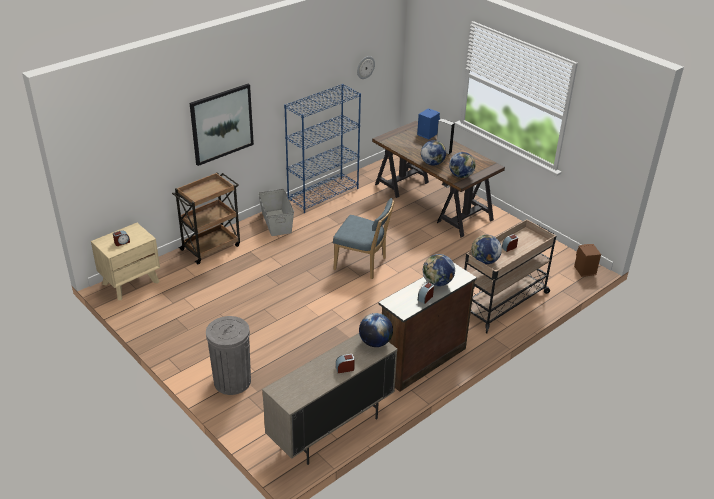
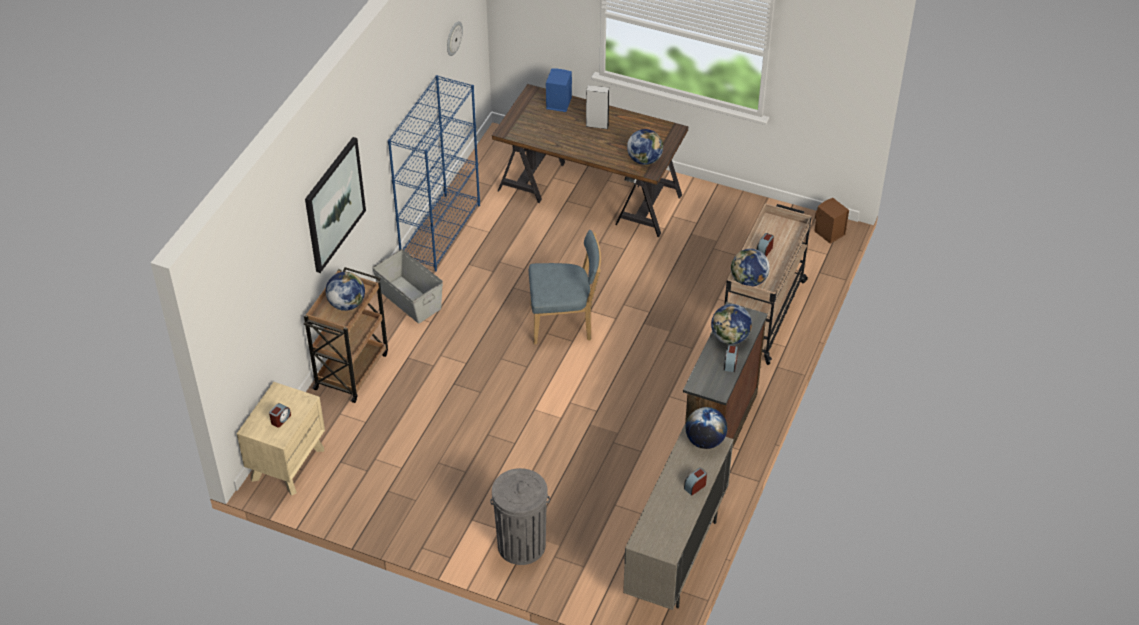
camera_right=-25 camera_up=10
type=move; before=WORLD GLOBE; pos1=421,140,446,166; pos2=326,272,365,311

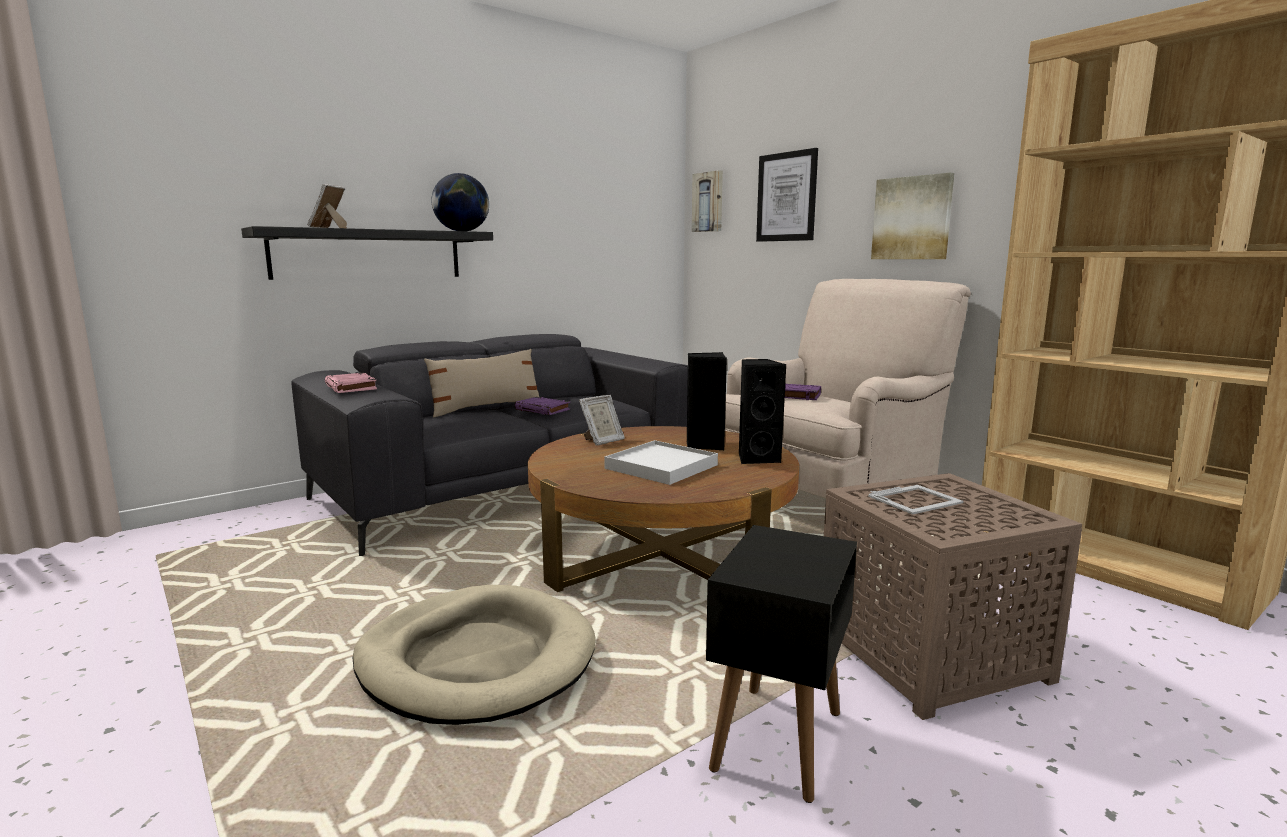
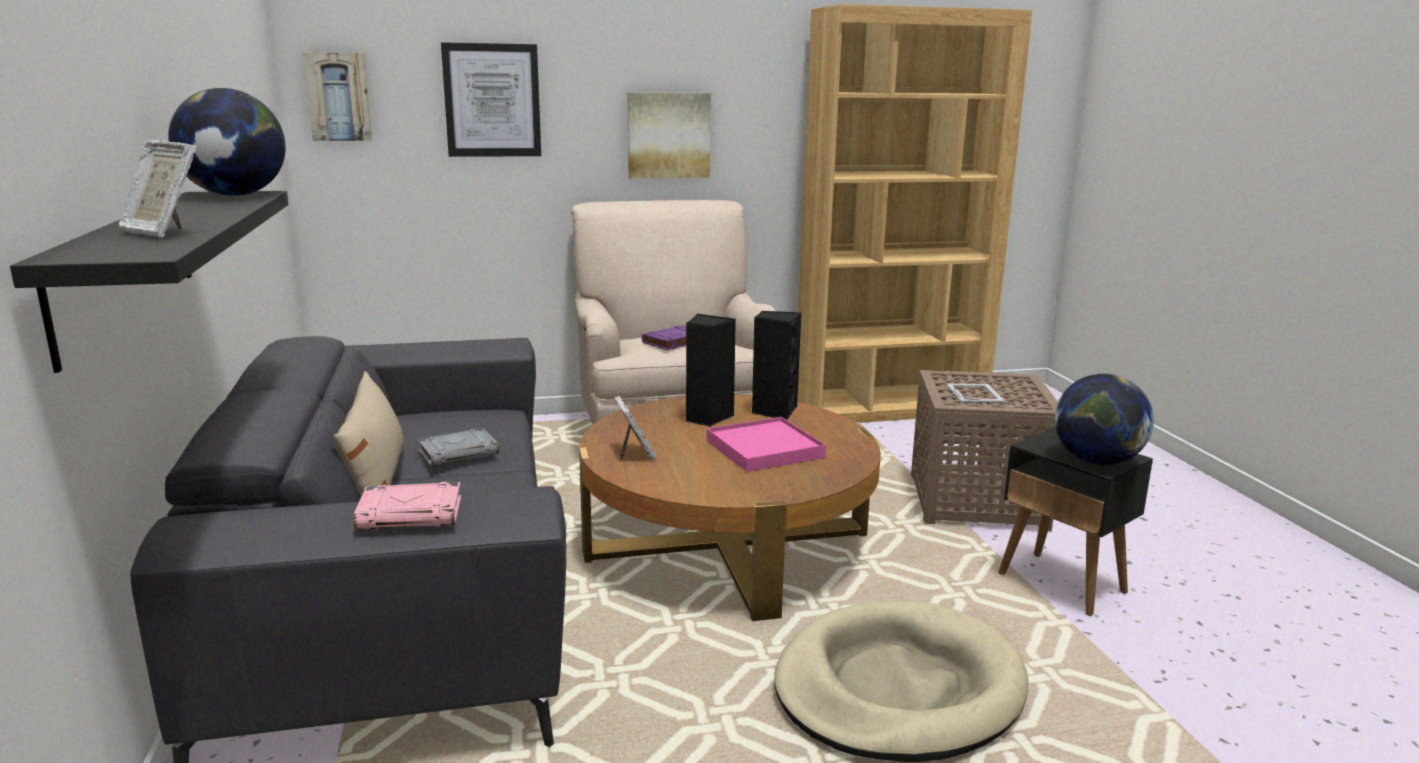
camera_right=-65 camera_up=5
type=recolor; before=PURPLE-COLOURED BOUND BOOK; after=GREYISH BOUND BOOK; pos1=514,397,570,415; pos2=417,428,499,466
type=recolor; before=WHITISH TRAY; after=PINK TRAY; pos1=604,440,718,485; pos2=707,417,826,472
type=insert; after=WORLD GLOBE; pos2=1055,374,1154,465

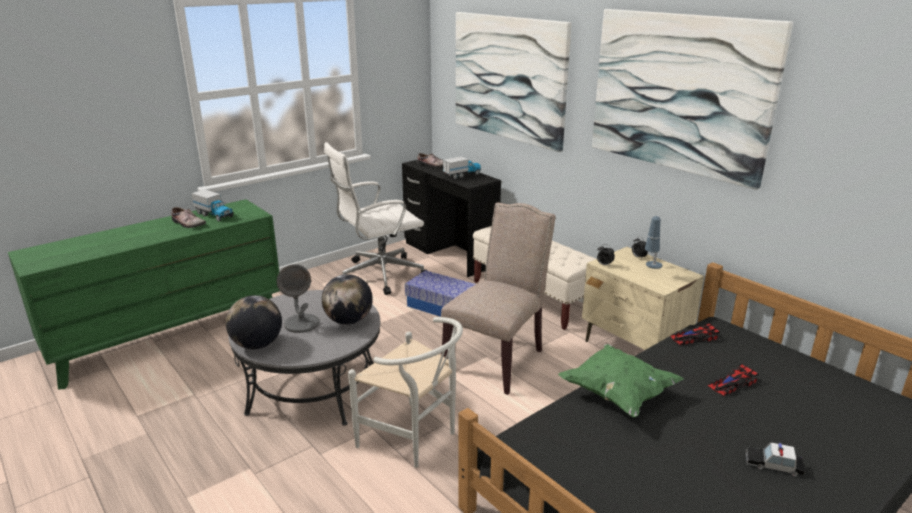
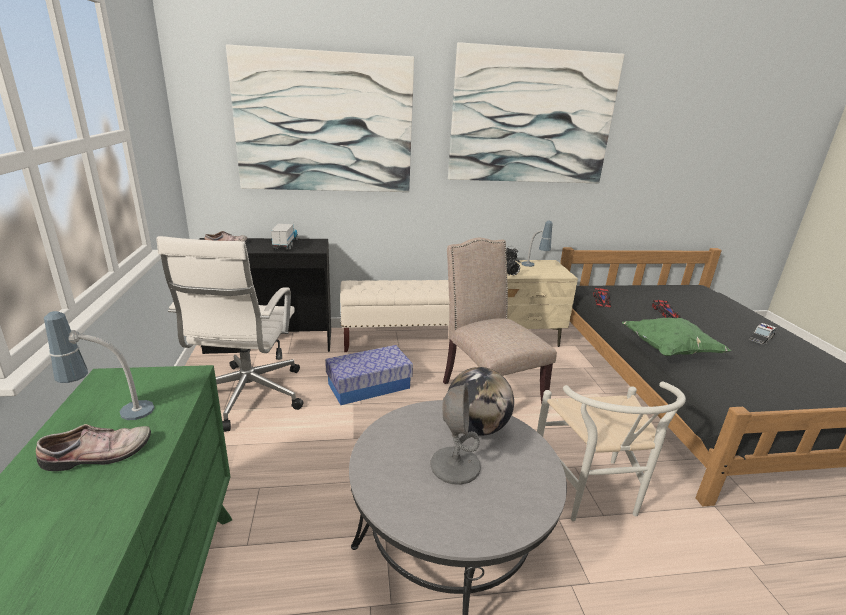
camera_right=-60 camera_up=0
type=replace; before=TOY LORRY; after=TABLE LAMP; pos1=191,189,234,221; pos2=44,311,154,420
type=delete; before=WORLD GLOBE; pos1=226,295,282,349
type=rotate; before=WHITISH CHAIR; pos1=348,317,463,468; pos2=537,381,686,522; turn=105

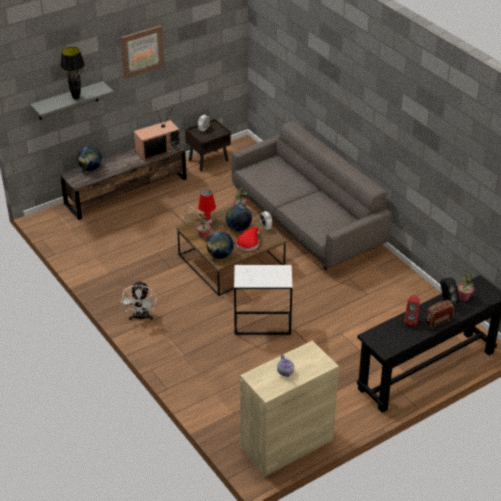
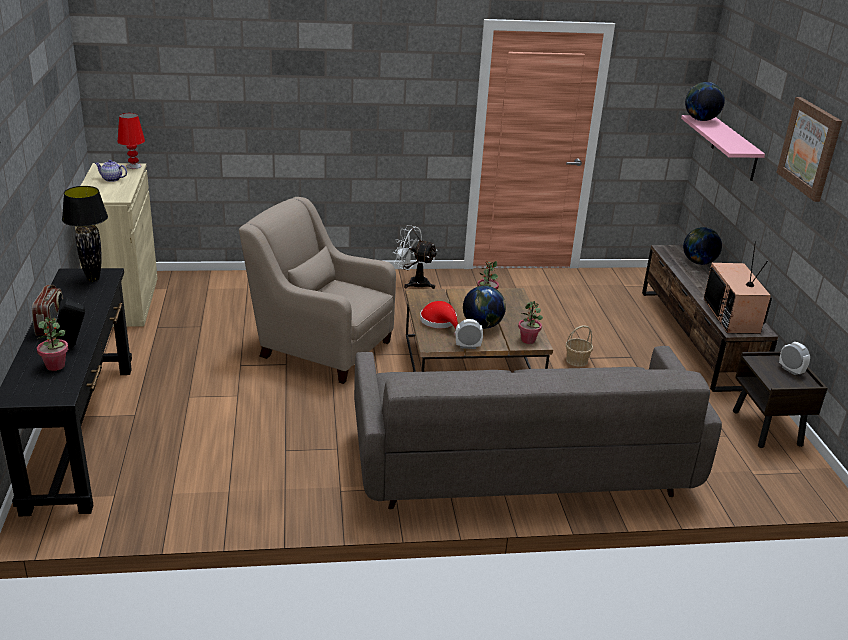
camera_right=115 camera_up=-10
type=recolor; before=GREYISH BRACKET SHELF; after=PINK BRACKET SHELF; pos1=30,81,114,120; pos2=681,115,765,181
type=move; before=BLACKISH TABLE LAMP; pos1=60,47,85,100; pos2=62,186,108,282
type=move; before=RED TABLE LAMP; pos1=198,189,216,224; pos2=118,113,145,169
type=move; before=WORLD GLOBE; pos1=207,232,234,259; pos2=685,82,725,121
type=replace; before=WHITISH SIDE TABLE; after=SAND-COLOURED ARMCHAIR; pos1=234,265,293,335; pos2=239,197,396,384
type=delete; before=RED AUDIO SPEAKER; pos1=404,295,420,326

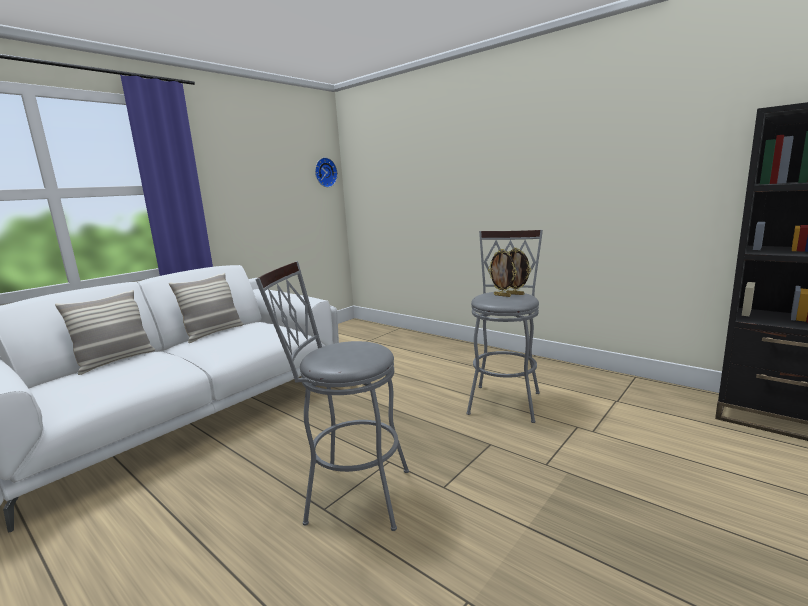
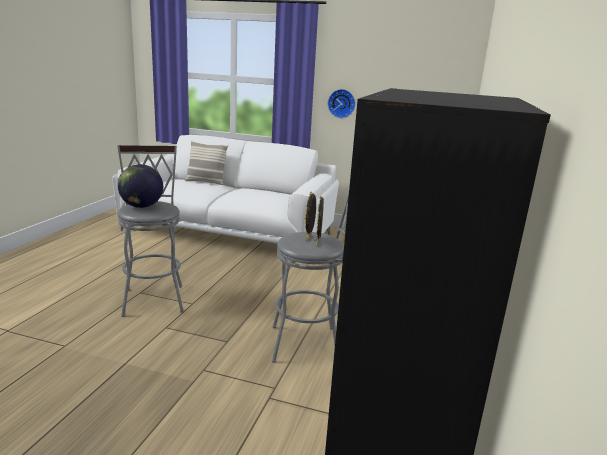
camera_right=65 camera_up=5
type=delete; before=PILLOW; pos1=169,273,244,343
type=move; before=WALL CLOCK; pos1=315,157,338,187; pos2=328,89,356,118
type=insert; after=WORLD GLOBE; pos2=118,164,163,208

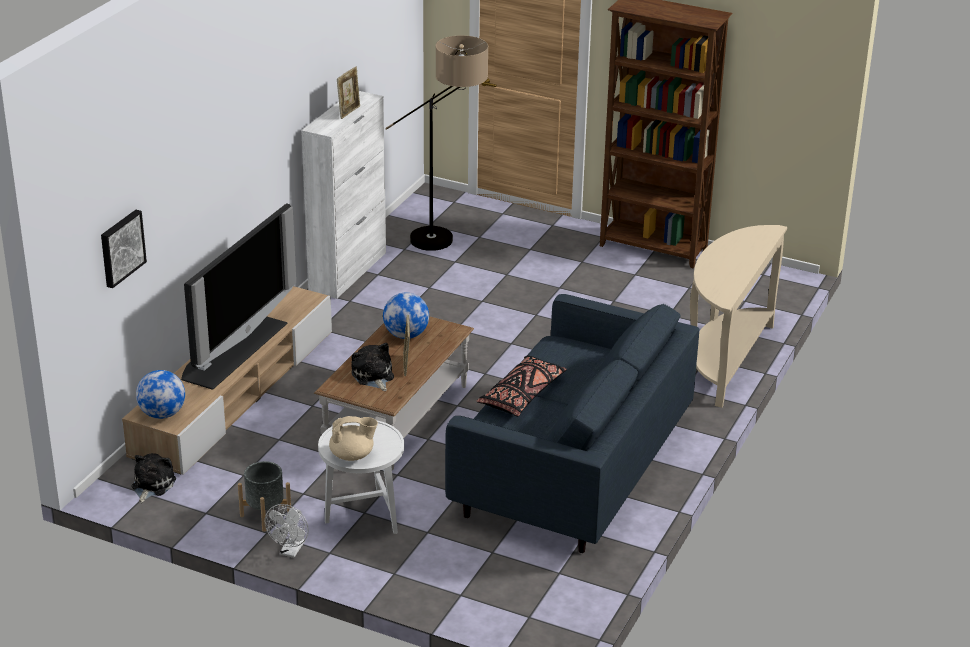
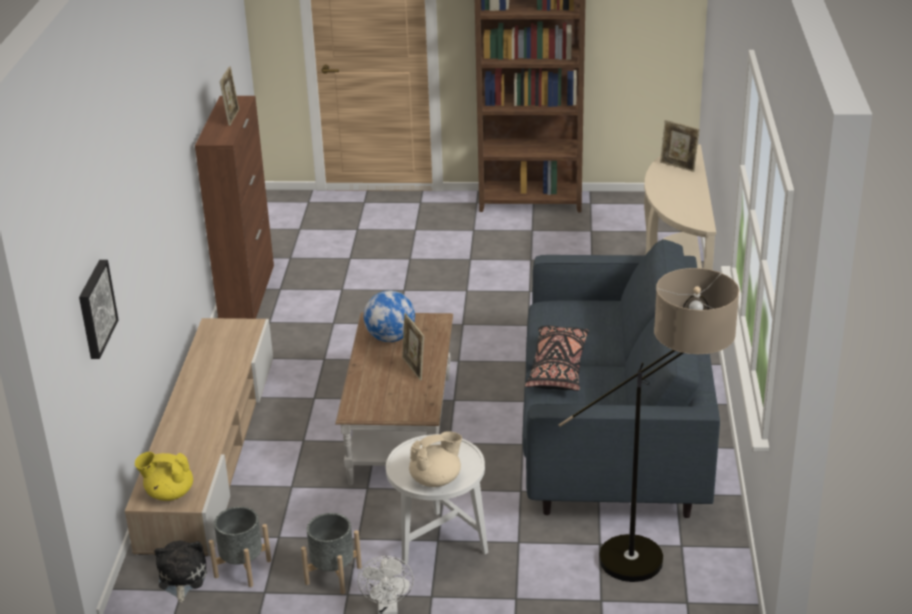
camera_right=-20 camera_up=0
type=replace; before=WORLD GLOBE; after=YELLOW POT FOR TEA; pos1=136,370,185,419; pos2=135,452,193,501
type=delete; before=TELEVISION; pos1=181,203,296,390
type=recolor; before=WHITISH CUPBOARD; after=BROWN-COLOURED CUPBOARD; pos1=301,91,386,299; pos2=195,96,274,319
type=delete; before=PLUSH TOY; pos1=351,343,394,391
type=move; before=STANDARD LAMP; pos1=385,35,488,251; pos2=559,268,740,582
type=insert; after=GREYISH FLOWER POT; pos2=209,507,271,587
type=insert; after=STANDING FRAME; pos2=660,120,700,172

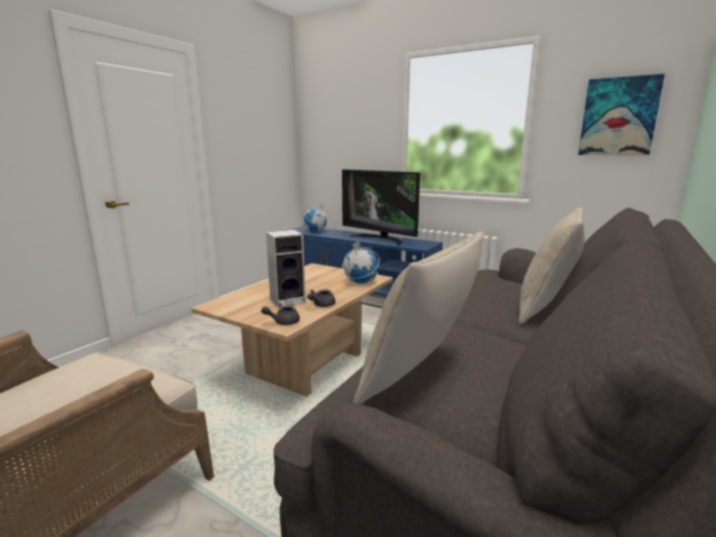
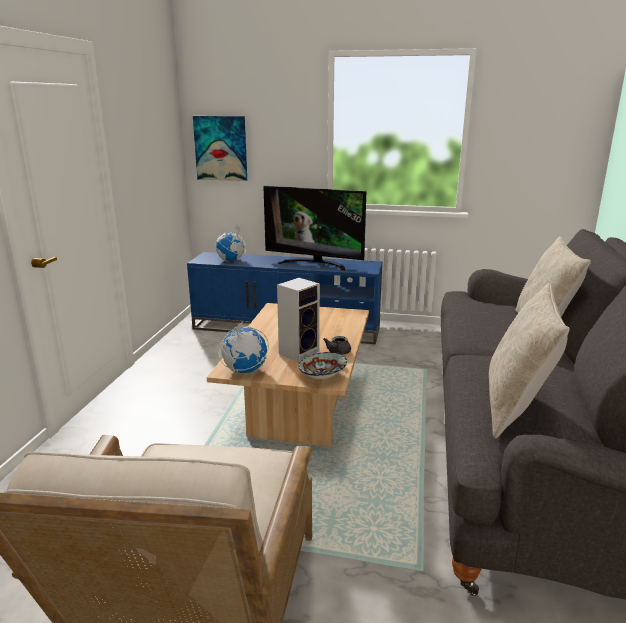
camera_right=-20 camera_up=5
type=replace; before=GREYISH POT FOR TEA; after=SERVING BOWL; pos1=261,303,300,325; pos2=298,352,347,379
type=move; before=WORLD GLOBE; pos1=342,240,380,283; pos2=218,321,269,373
type=move; before=WALL ART; pos1=578,74,665,155; pos2=193,116,247,181

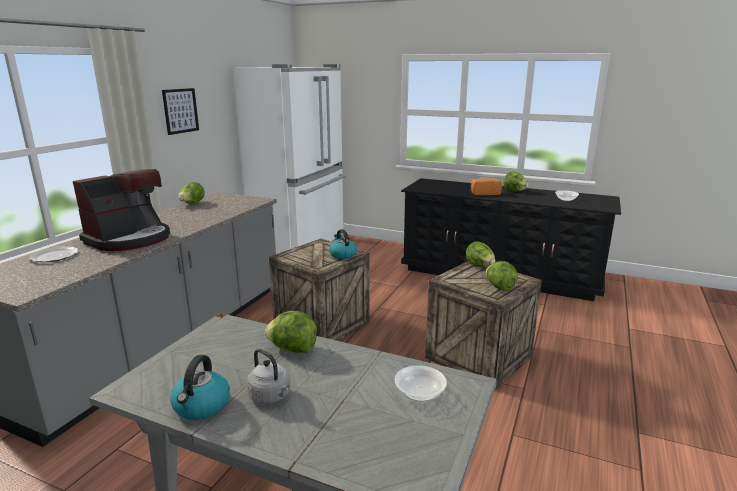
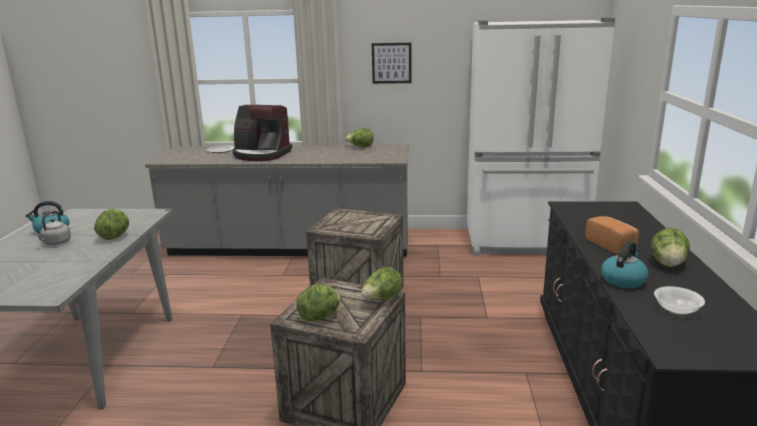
camera_right=70 camera_up=0
type=move; before=WATER KETTLE; pos1=329,229,357,259; pos2=601,241,649,288
type=delete; before=SERVING BOWL; pos1=395,365,447,402

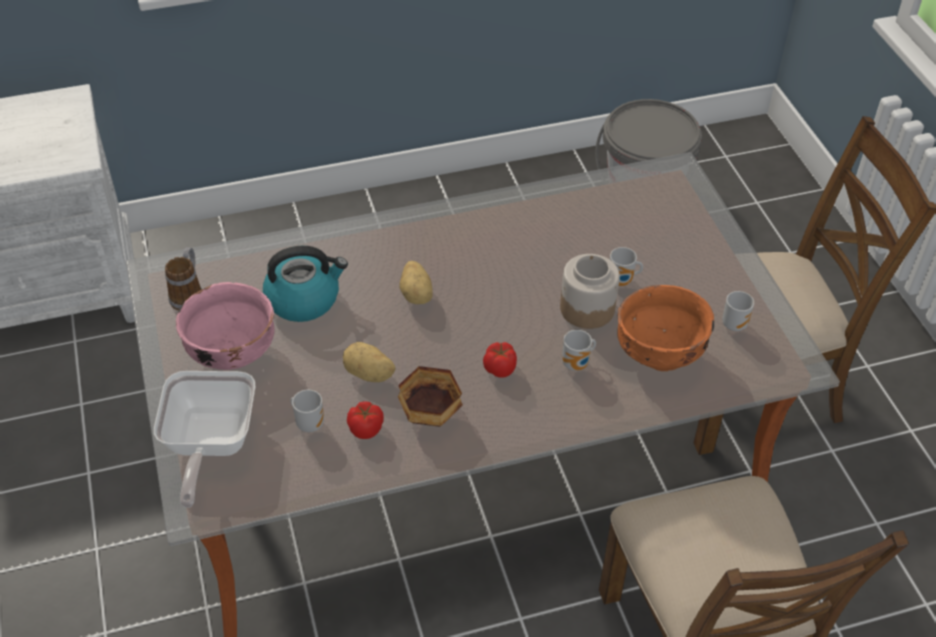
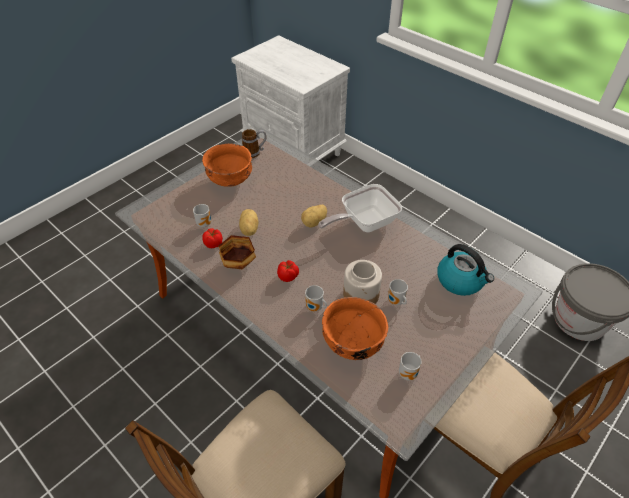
camera_right=60 camera_up=0
type=move; before=PAN; pos1=154,371,255,508; pos2=318,184,402,232
type=recolor; before=PINK SERVING BOWL; after=ORANGE-COLOURED SERVING BOWL; pos1=176,282,275,370; pos2=202,144,252,187
type=move; before=WATER KETTLE; pos1=263,246,348,322; pos2=437,244,494,296

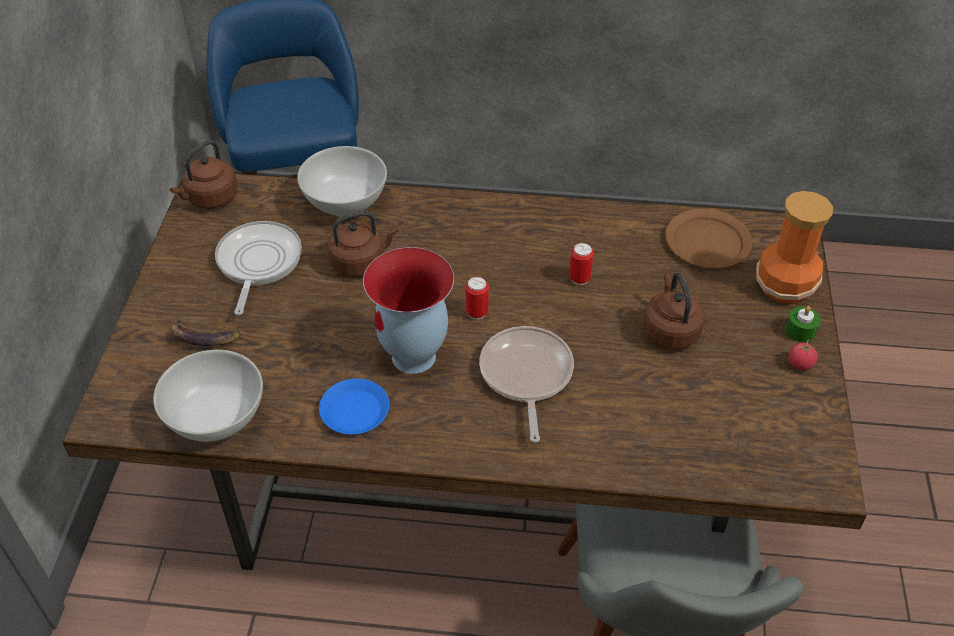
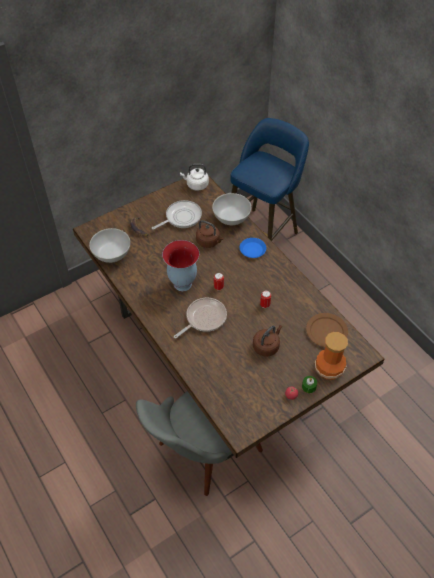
camera_right=50 camera_up=5
type=recolor; before=BROWN-COLOURED WATER KETTLE; after=WHITISH WATER KETTLE; pos1=170,140,238,209; pos2=180,164,209,191
type=move; before=BLUE PLATE; pos1=319,379,389,435; pos2=240,238,266,258

